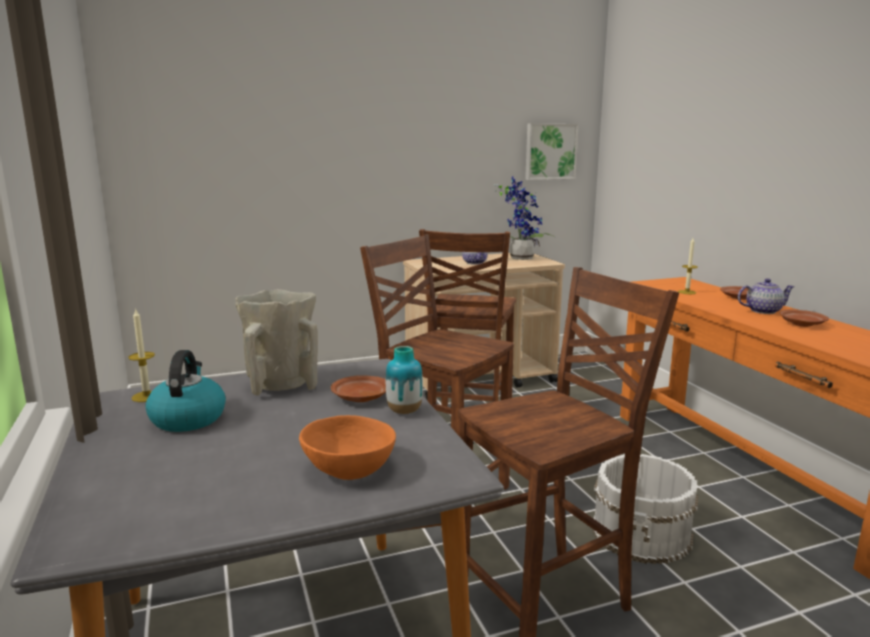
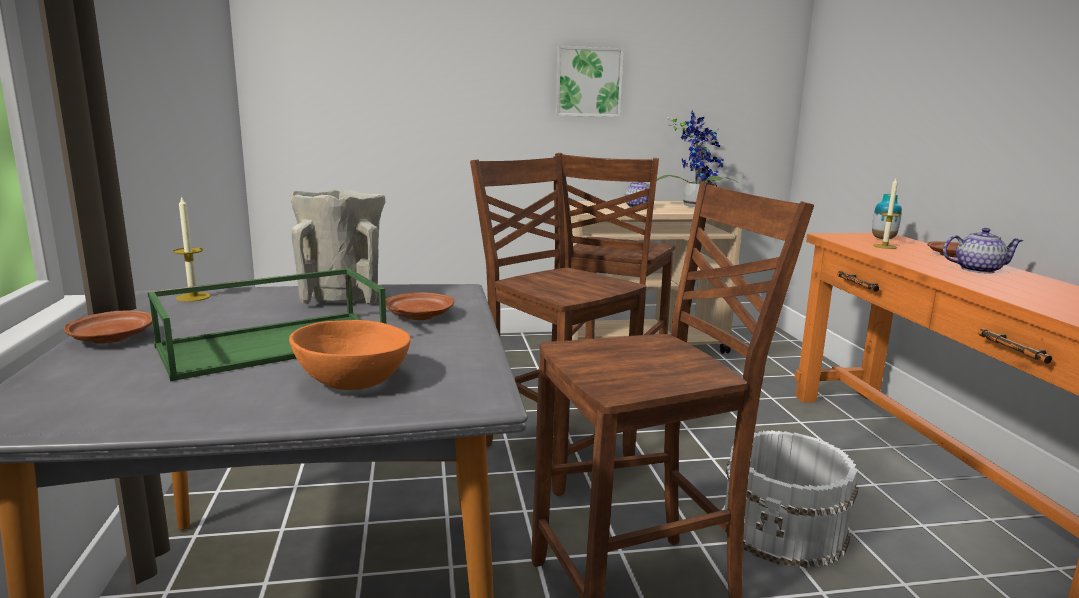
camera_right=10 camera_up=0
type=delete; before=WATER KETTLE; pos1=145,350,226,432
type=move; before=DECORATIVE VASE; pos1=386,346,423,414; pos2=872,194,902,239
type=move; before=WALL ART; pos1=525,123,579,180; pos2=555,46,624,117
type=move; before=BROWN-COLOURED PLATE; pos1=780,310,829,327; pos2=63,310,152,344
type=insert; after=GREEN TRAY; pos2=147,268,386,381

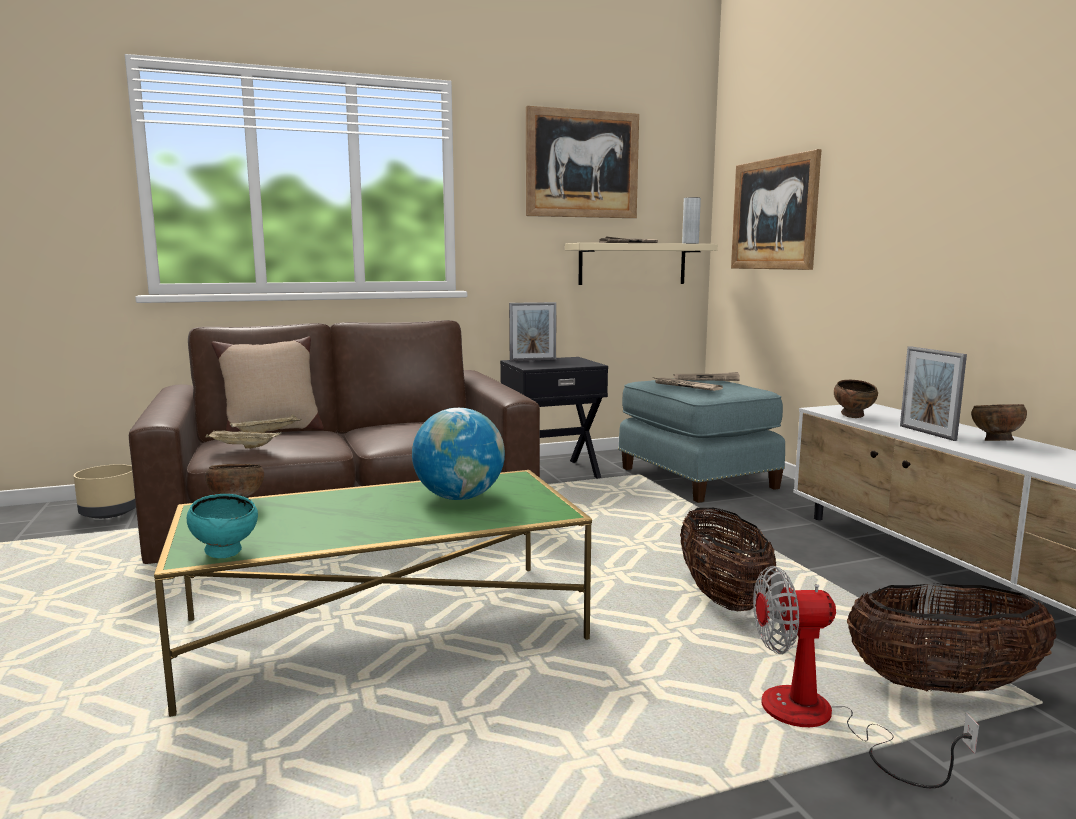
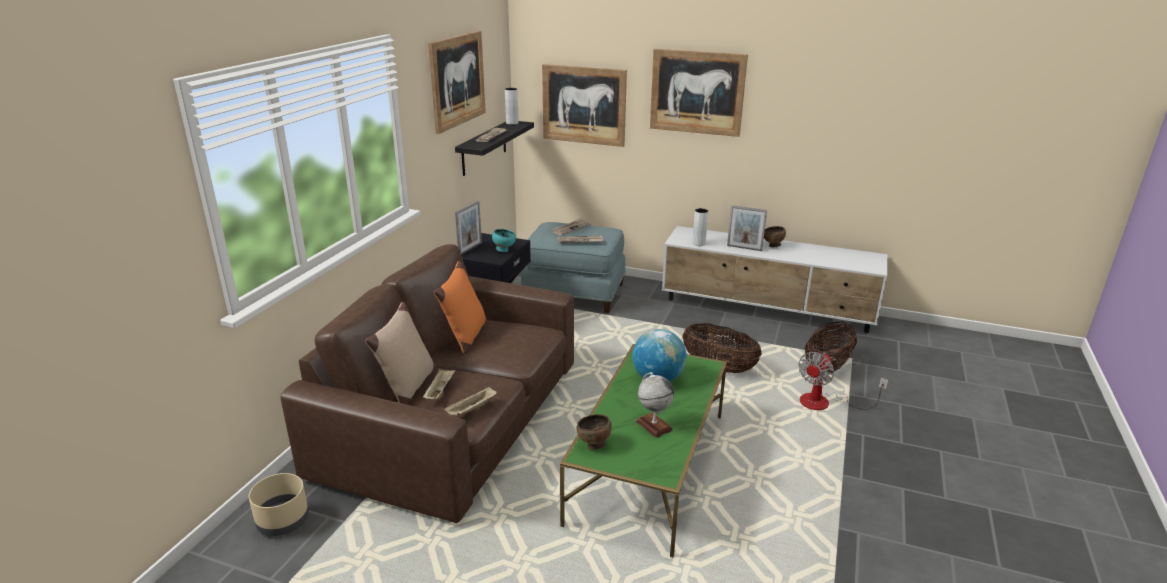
camera_right=-50 camera_up=15
type=move; before=BLUE-GREEN SERVING BOWL; pos1=187,494,258,558; pos2=492,229,516,252
type=recolor; before=SAND-COLOURED BRACKET SHELF; after=BLACKISH BRACKET SHELF; pos1=565,243,718,285; pos2=455,121,534,176
type=replace; before=BROWN-COLOURED SERVING BOWL; after=GREYISH DECORATIVE VASE; pos1=834,380,878,418; pos2=692,208,708,246
type=insert; after=ORANGE-COLOURED PILLOW; pos2=434,261,487,354
type=insert; after=WORLD GLOBE; pos2=636,372,674,438
type=insert; after=WALL ART; pos2=650,49,748,137

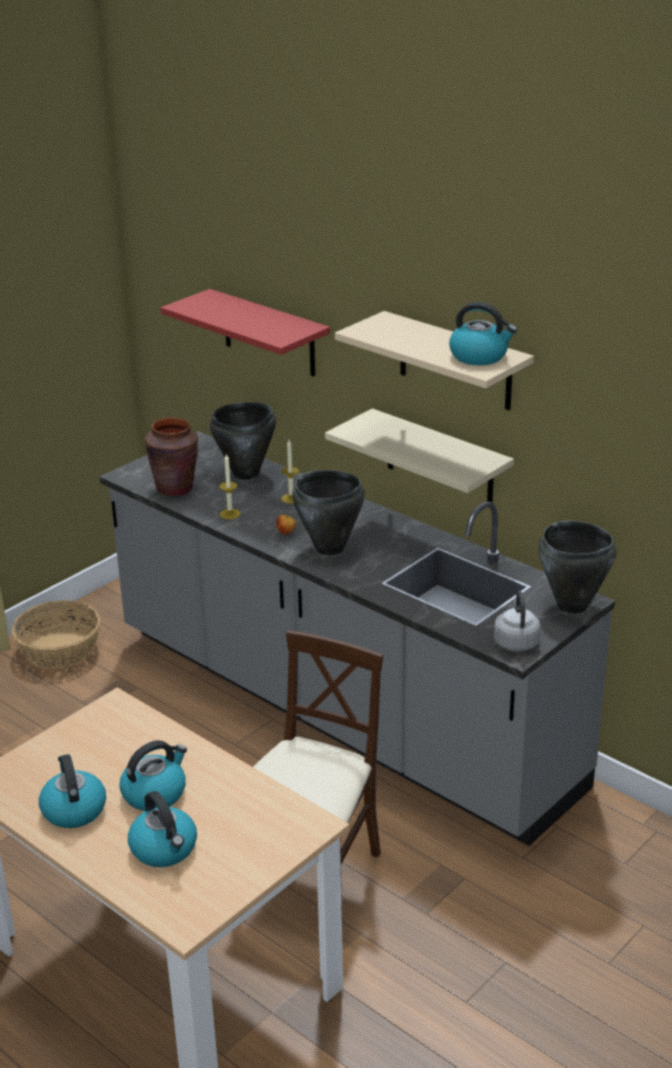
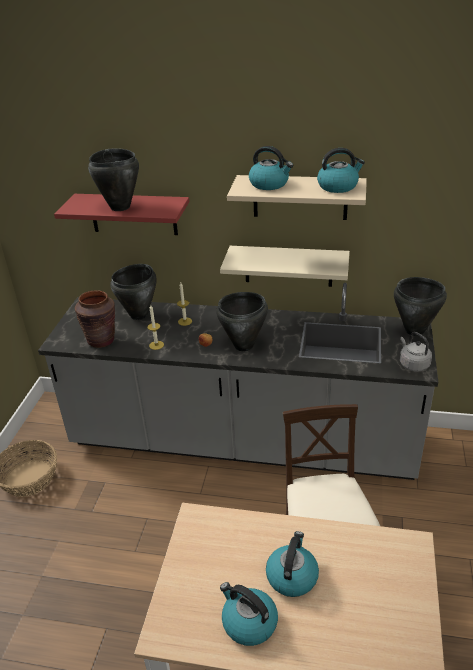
camera_right=-30 camera_up=5
type=move; before=WATER KETTLE; pos1=128,791,197,867; pos2=249,146,293,190
type=insert; after=BLACKISH SAUCEPOT; pos2=88,148,139,211

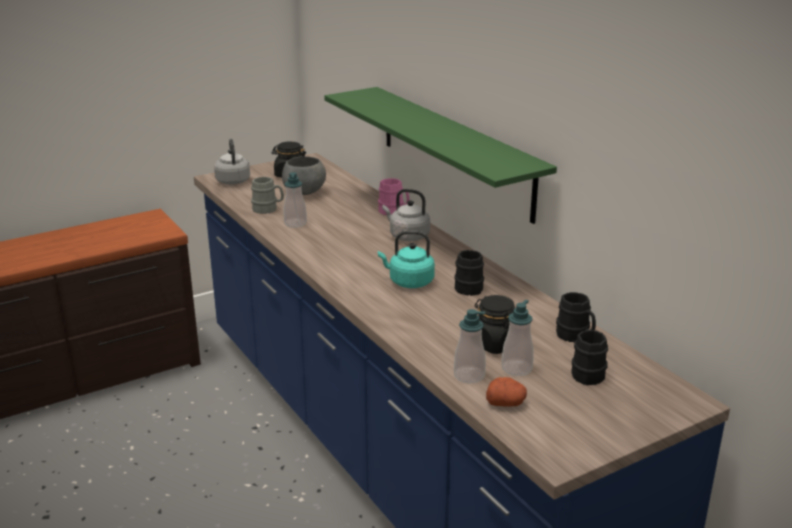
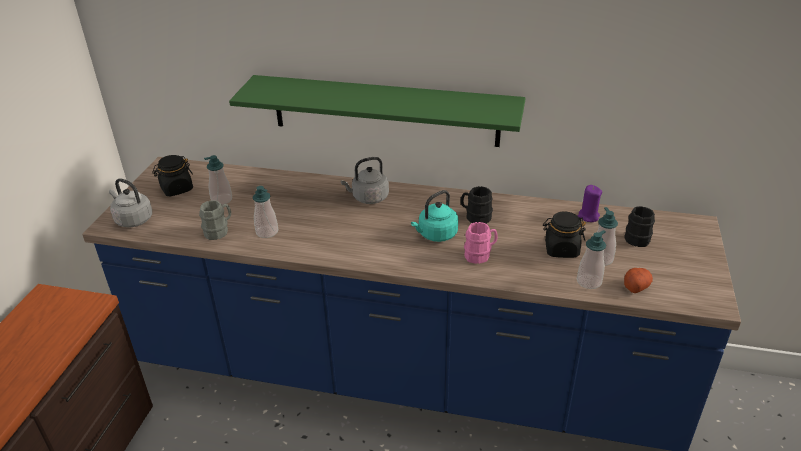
camera_right=-45 camera_up=10
type=replace; before=GREYISH SERVING BOWL; after=SOAP DISPENSER; pos1=282,156,326,195; pos2=204,155,232,205
type=move; before=PINK MUG; pos1=378,178,410,215; pos2=464,222,498,264
type=replace; before=BLACKISH MUG; after=PURPLE-COLOURED WAX CANDLE; pos1=556,292,596,342; pos2=577,185,602,222

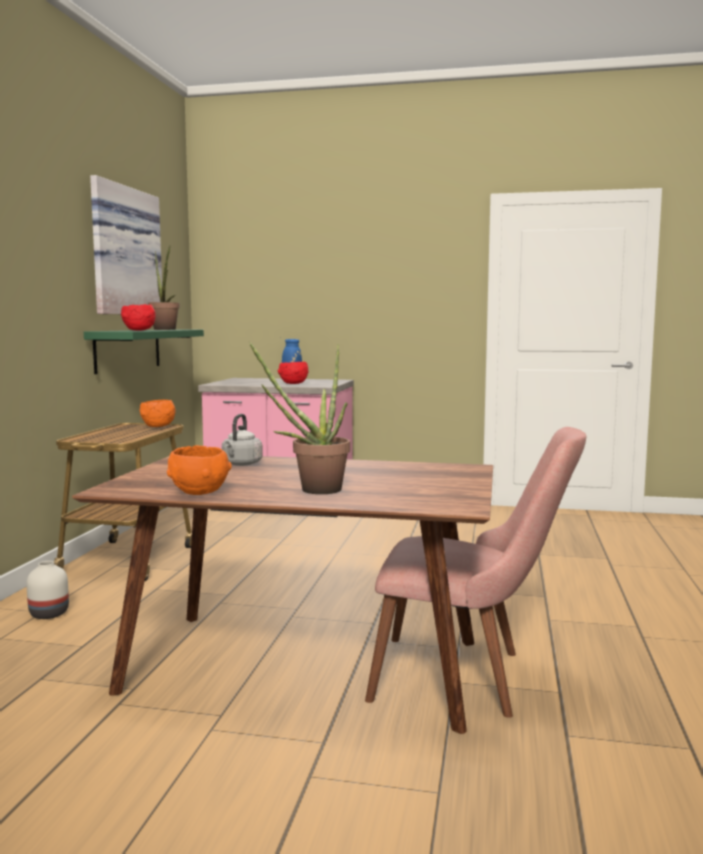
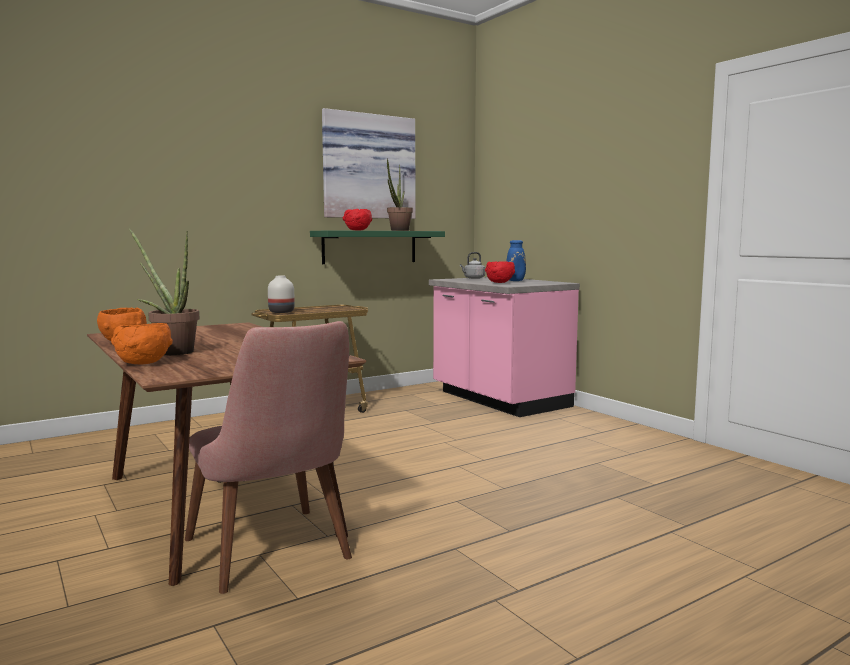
camera_right=45 camera_up=0
type=move; before=WHITISH DECORATIVE VASE; pos1=26,561,69,619; pos2=268,276,295,313
type=move; before=ORANGE-COLOURED SERVING BOWL; pos1=140,400,175,427; pos2=111,323,173,364
type=move; before=GREYISH WATER KETTLE; pos1=222,414,263,466; pos2=460,252,485,279

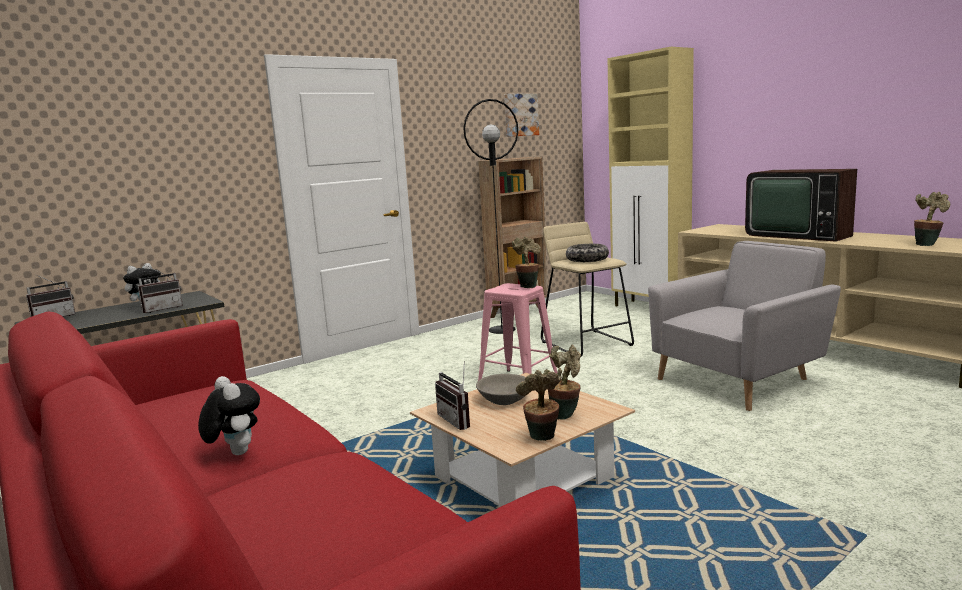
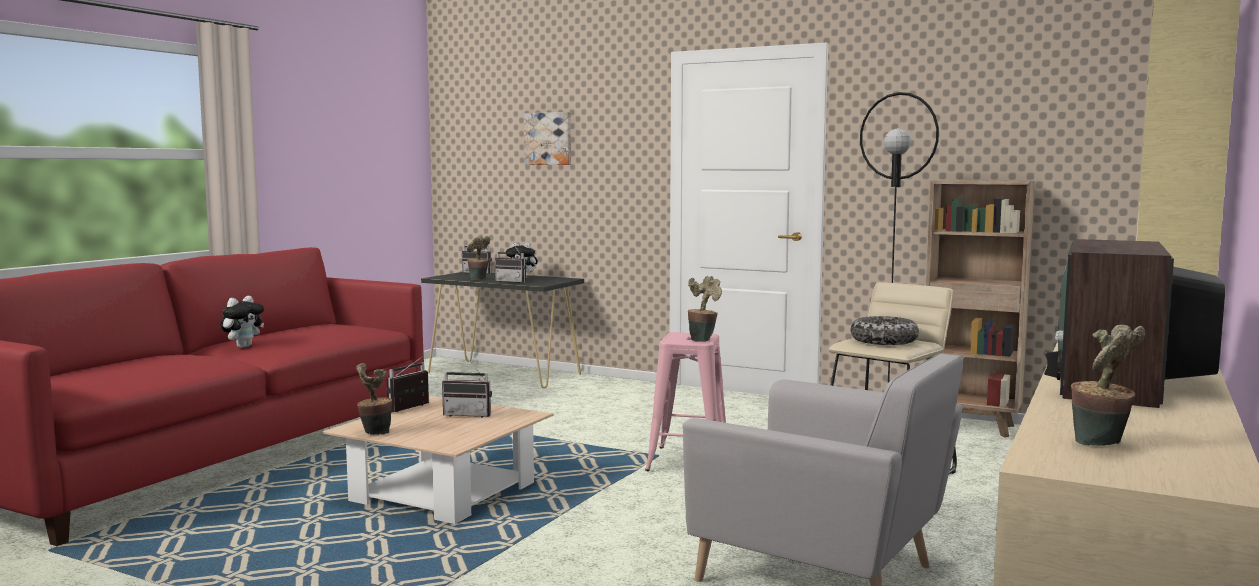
camera_right=65 camera_up=-5
type=replace; before=GREYISH SERVING BOWL; after=RADIO RECEIVER; pos1=476,374,526,405; pos2=442,357,492,418
type=move; before=WALL ART; pos1=504,94,539,137; pos2=524,112,571,165
type=move; before=POTTED PLANT; pos1=548,345,581,420; pos2=466,236,490,280

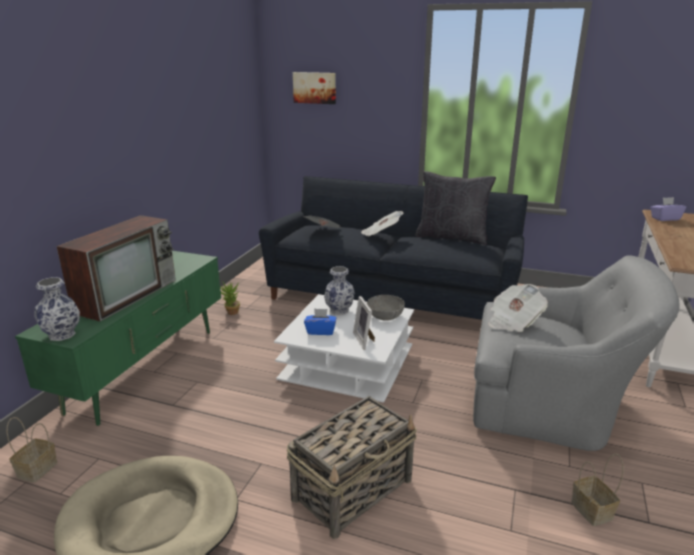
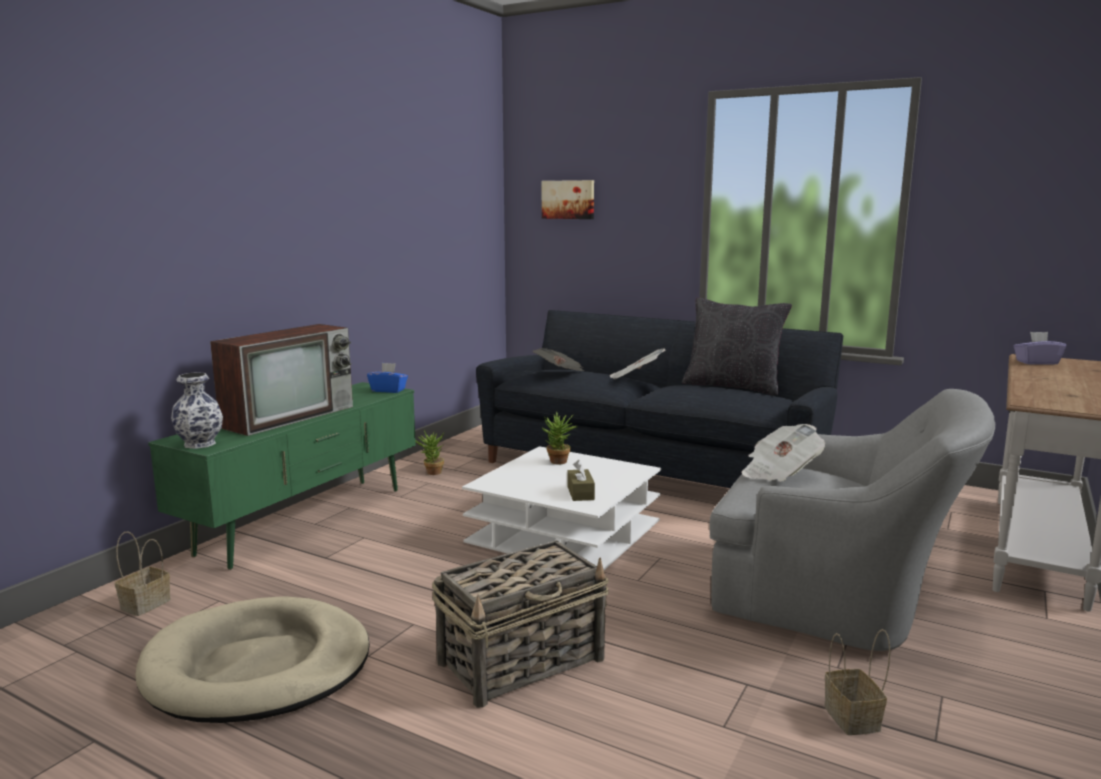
camera_right=10 camera_up=-10
type=move; before=BLUE BOX OF TISSUES; pos1=304,308,336,335; pos2=367,363,408,393
type=replace; before=DECORATIVE VASE; after=POTTED PLANT; pos1=324,266,355,315; pos2=541,412,577,465
type=replace; before=STANDING FRAME; after=BROWN-COLOURED BOX OF TISSUES; pos1=353,296,375,349; pos2=567,460,595,501
type=delete; before=GREYISH SERVING BOWL; pos1=367,295,405,321

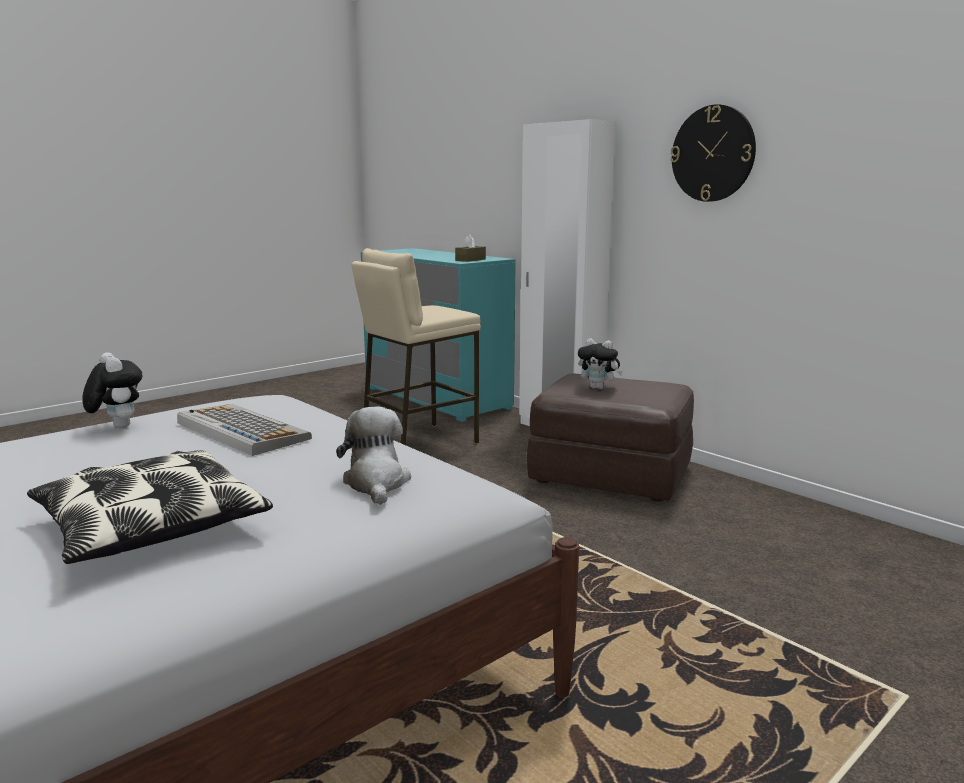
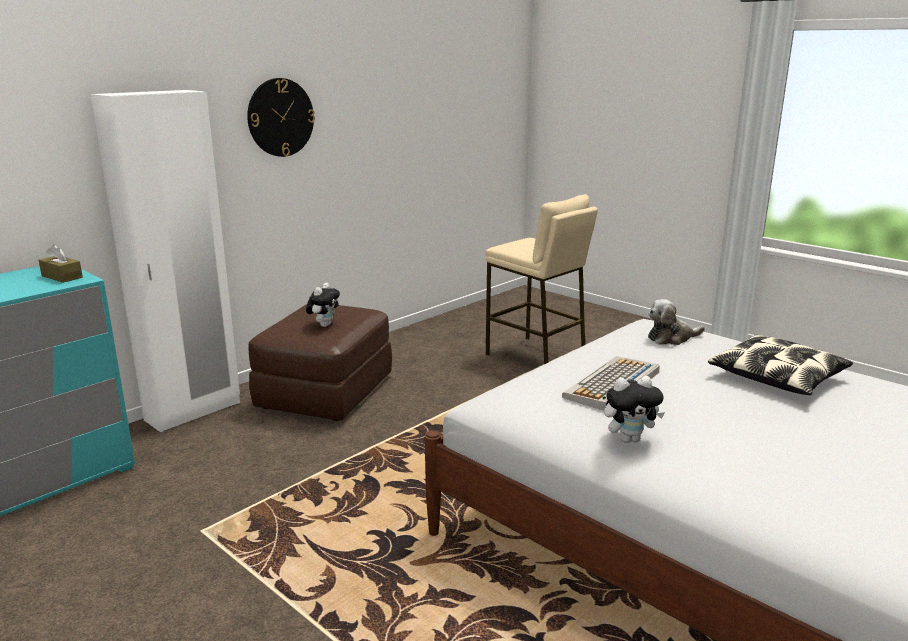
camera_right=-95 camera_up=5
type=rotate; before=PLUSH TOY; pos1=82,352,142,429; pos2=604,376,665,443; turn=-150
type=move; before=SAND-COLOURED STOOL; pos1=351,248,481,445; pos2=485,194,598,364

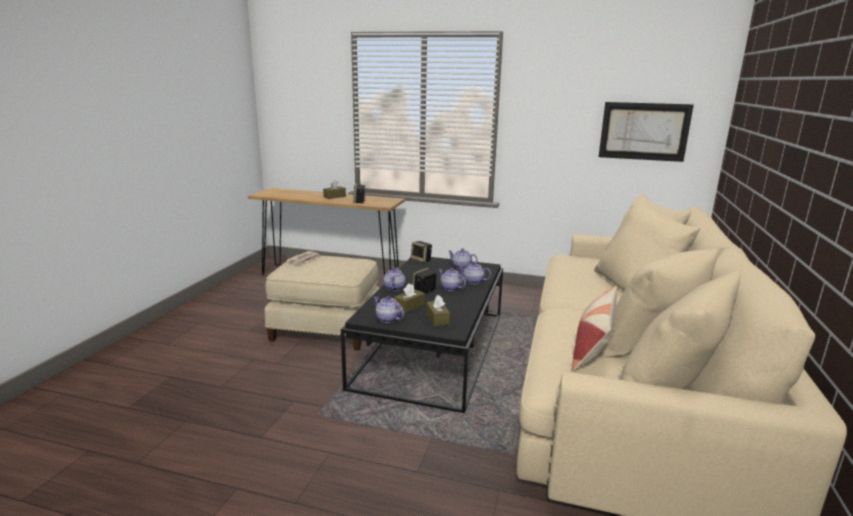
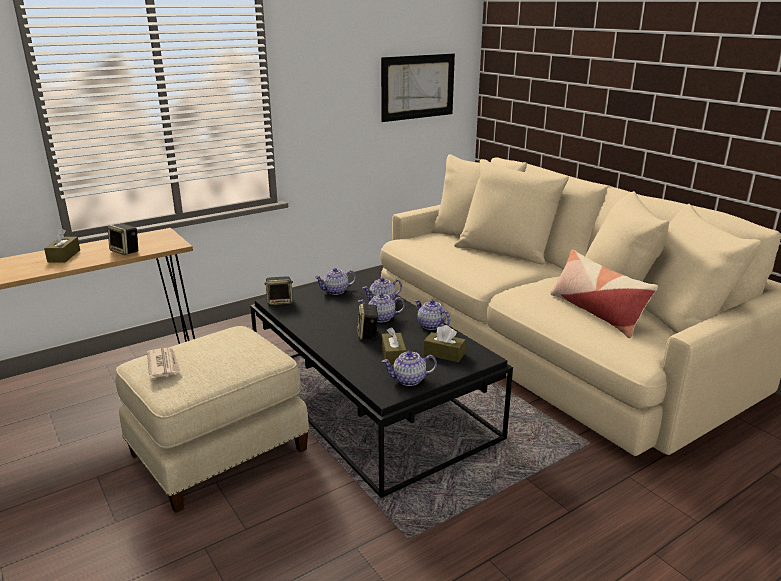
camera_right=-50 camera_up=5
type=move; before=POT FOR TEA; pos1=384,267,406,291; pos2=415,300,450,330

